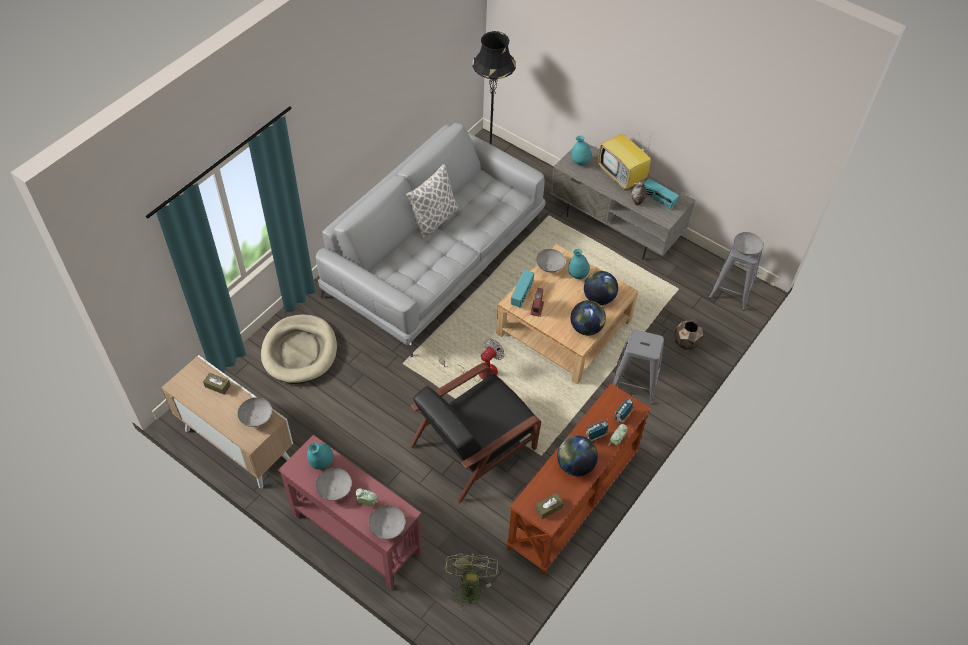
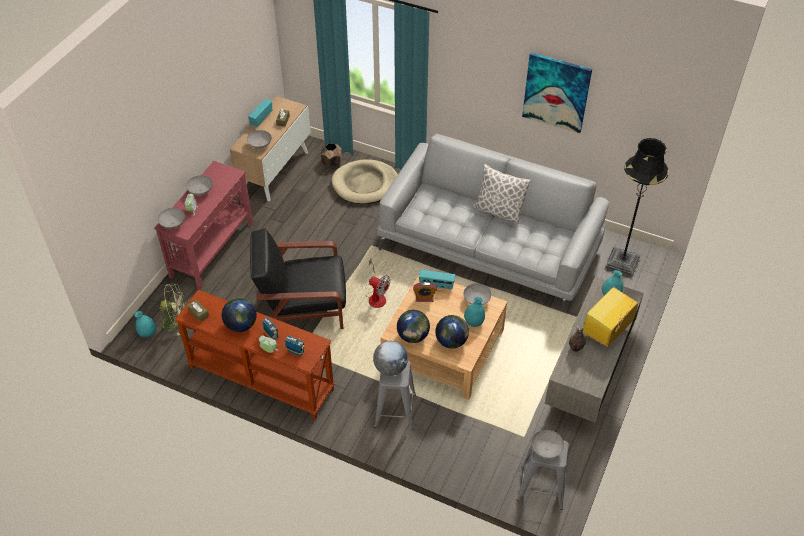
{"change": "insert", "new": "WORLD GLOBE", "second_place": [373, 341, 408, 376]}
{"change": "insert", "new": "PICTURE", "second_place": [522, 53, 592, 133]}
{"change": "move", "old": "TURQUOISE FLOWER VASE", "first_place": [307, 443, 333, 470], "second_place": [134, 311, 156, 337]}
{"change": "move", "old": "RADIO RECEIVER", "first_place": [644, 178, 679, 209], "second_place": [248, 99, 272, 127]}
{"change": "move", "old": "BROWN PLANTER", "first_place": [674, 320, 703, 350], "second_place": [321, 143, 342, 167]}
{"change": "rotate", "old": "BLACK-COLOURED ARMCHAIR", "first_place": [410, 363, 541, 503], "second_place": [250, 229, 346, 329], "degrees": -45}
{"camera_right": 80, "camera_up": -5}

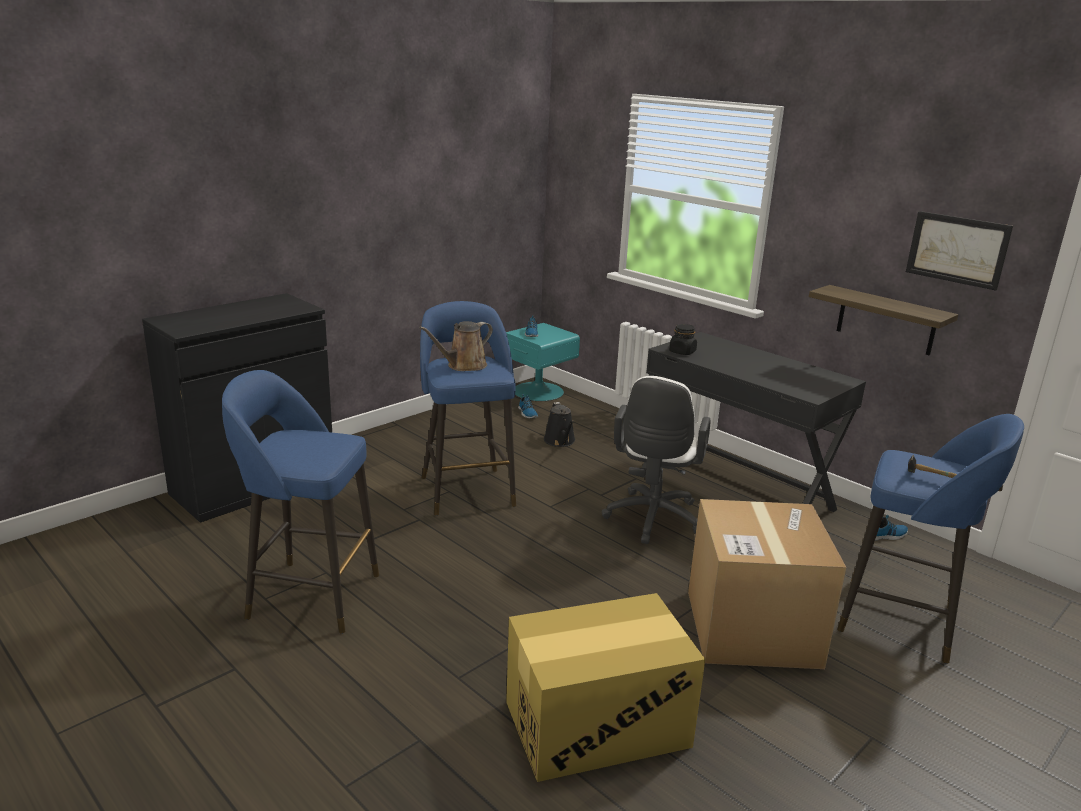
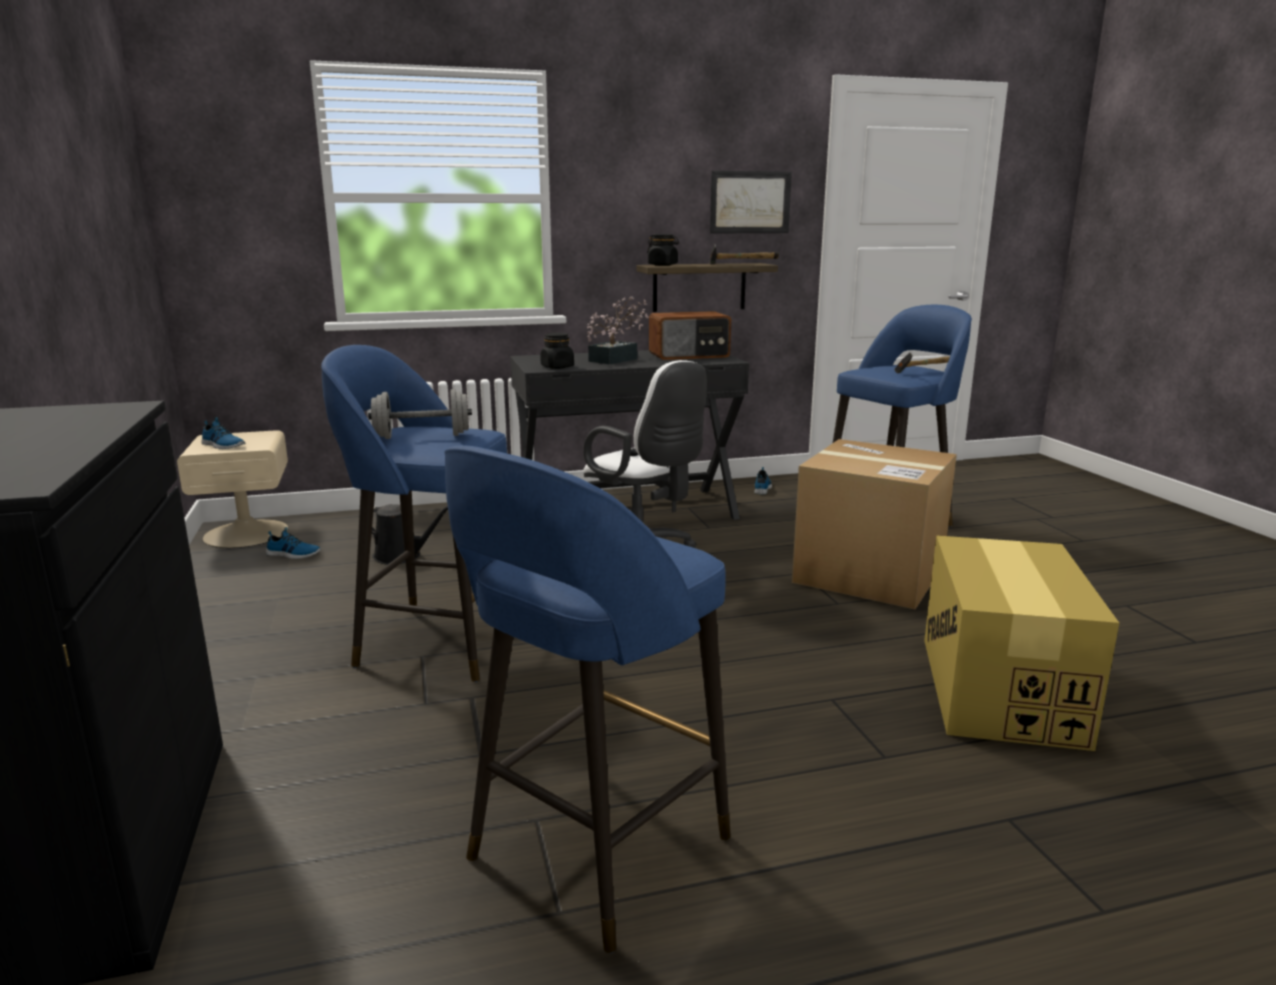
{"change": "insert", "new": "POTTED PLANT", "second_place": [587, 296, 649, 364]}
{"change": "insert", "new": "BLACK-COLOURED PRESERVE JAR", "second_place": [647, 234, 679, 266]}
{"change": "insert", "new": "RADIO RECEIVER", "second_place": [649, 311, 731, 360]}
{"change": "insert", "new": "HAND HAMMER", "second_place": [710, 244, 779, 264]}
{"change": "replace", "old": "BROWN WATERING CAN", "new": "GREY HAND WEIGHT", "first_place": [419, 321, 493, 371], "second_place": [368, 389, 472, 439]}
{"change": "recolor", "old": "TURQUOISE NIGHTSTAND", "new": "BEIGE NIGHTSTAND", "first_place": [506, 323, 580, 401], "second_place": [177, 430, 289, 548]}
{"camera_right": -60, "camera_up": -5}

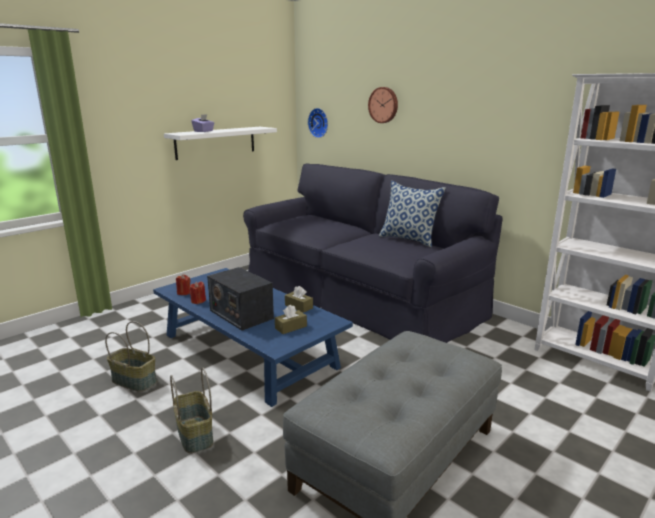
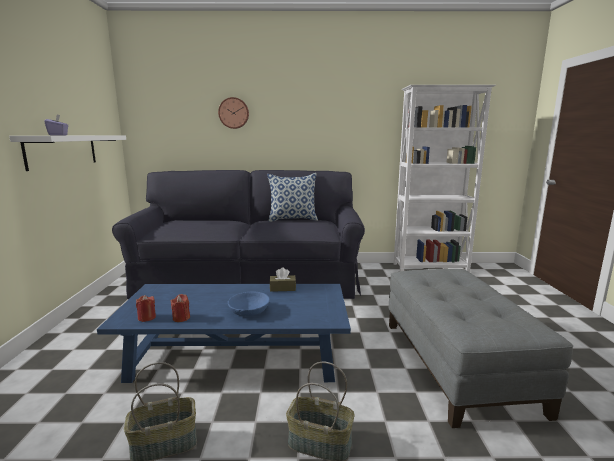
{"change": "delete", "old": "BROWN TISSUE BOX", "first_place": [275, 305, 307, 334]}
{"change": "delete", "old": "WALL CLOCK", "first_place": [308, 108, 328, 138]}
{"change": "replace", "old": "RADIO RECEIVER", "new": "BLUE DEEP DISH", "first_place": [207, 267, 274, 330], "second_place": [228, 292, 270, 316]}
{"camera_right": -45, "camera_up": -5}

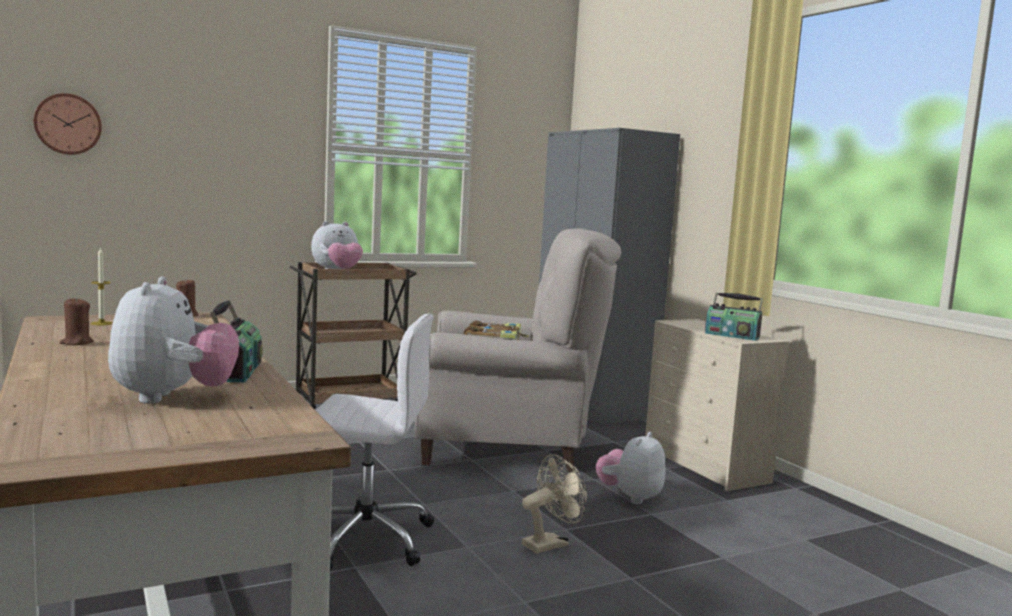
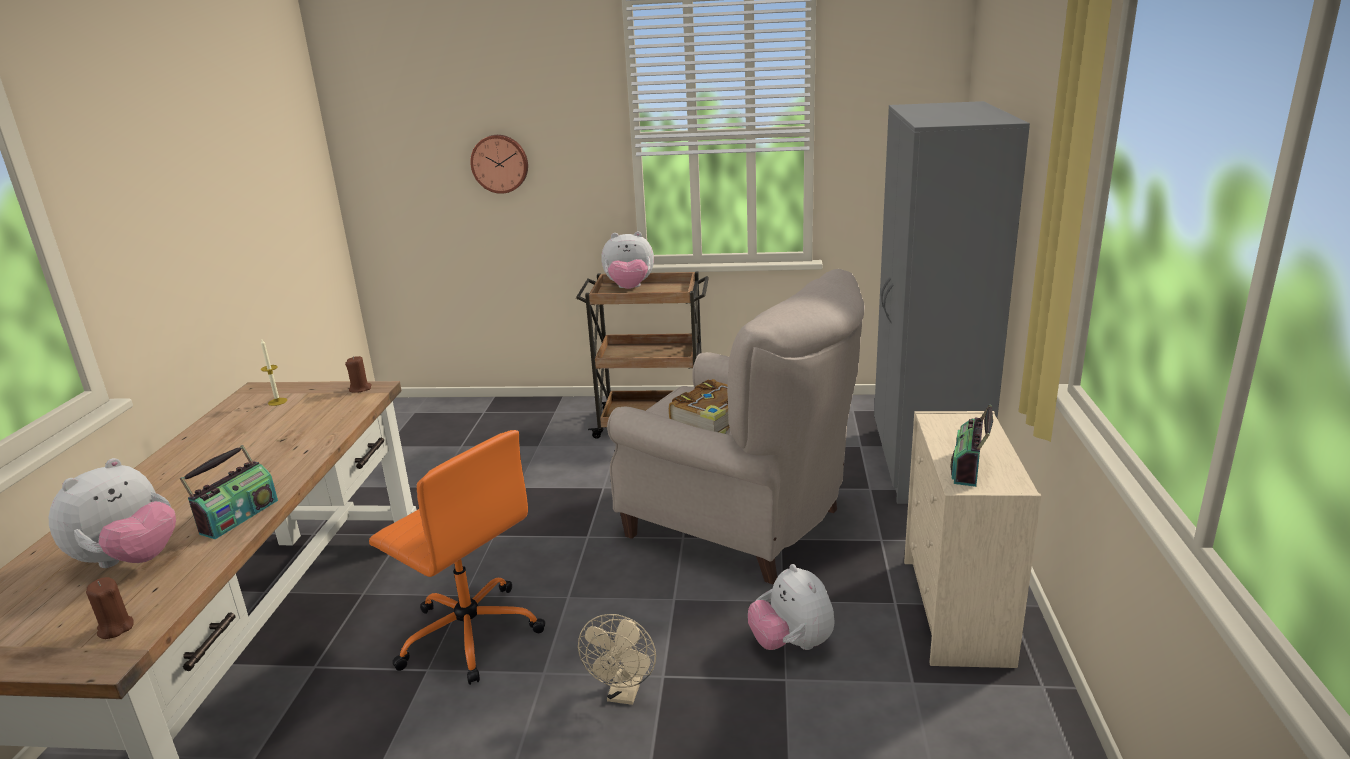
{"change": "move", "old": "WALL CLOCK", "first_place": [34, 93, 102, 155], "second_place": [470, 135, 528, 194]}
{"change": "move", "old": "BROWN CANDLE", "first_place": [59, 297, 94, 345], "second_place": [86, 577, 134, 639]}
{"change": "recolor", "old": "WHITE DESK CHAIR", "new": "ORANGEY DESK CHAIR", "first_place": [316, 313, 434, 571], "second_place": [369, 430, 546, 685]}
{"change": "rotate", "old": "BEIGE ELECTRIC FAN", "first_place": [522, 454, 587, 554], "second_place": [578, 614, 656, 705], "degrees": 105}
{"change": "rotate", "old": "PLUSH TOY", "first_place": [596, 432, 665, 504], "second_place": [748, 564, 835, 650], "degrees": -90}
{"change": "rotate", "old": "RADIO RECEIVER", "first_place": [705, 292, 763, 341], "second_place": [950, 404, 993, 487], "degrees": 45}
{"camera_right": 35, "camera_up": 15}

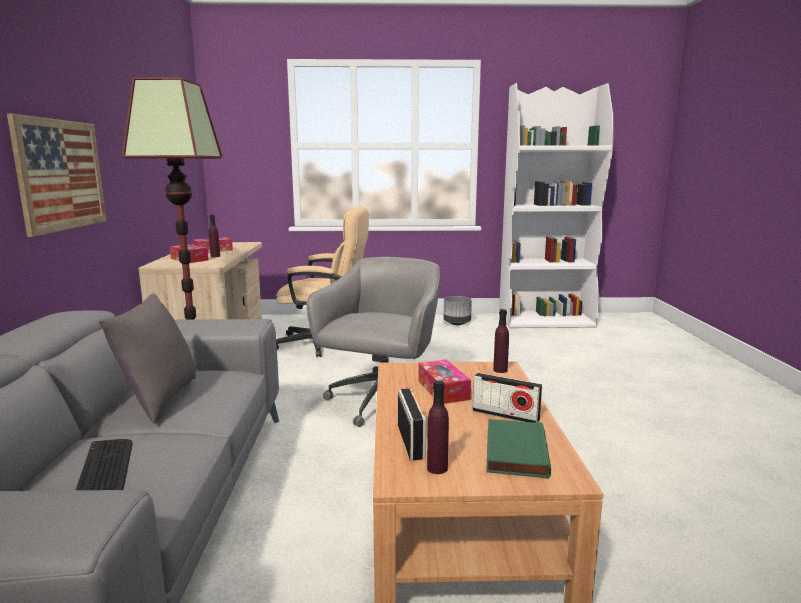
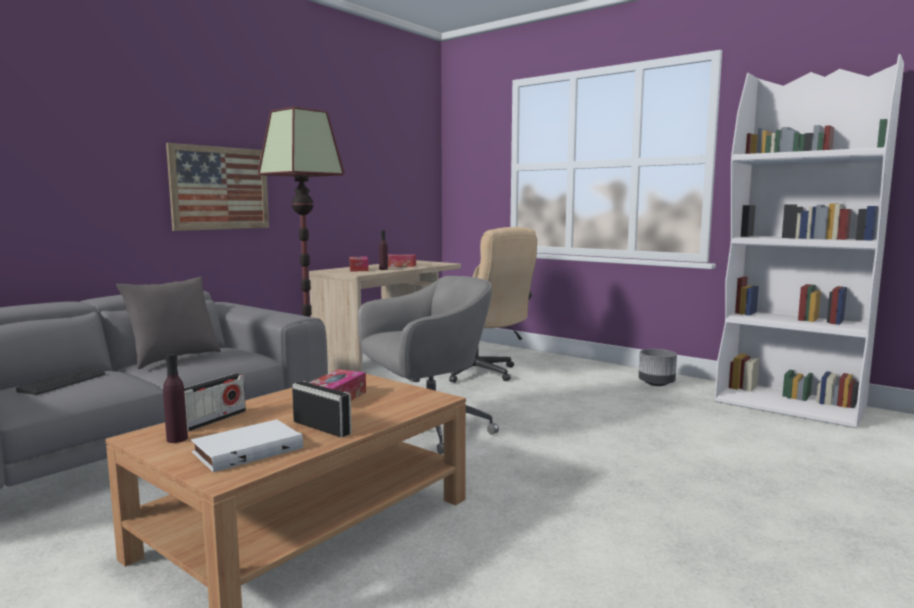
{"change": "delete", "old": "PURPLE DRINK BOTTLE", "first_place": [493, 309, 509, 373]}
{"change": "recolor", "old": "GREENISH BOOK", "new": "WHITE BOOK", "first_place": [486, 419, 551, 479], "second_place": [191, 419, 303, 472]}
{"change": "rotate", "old": "RADIO RECEIVER", "first_place": [472, 373, 542, 423], "second_place": [292, 381, 352, 437], "degrees": 150}
{"camera_right": 40, "camera_up": -5}

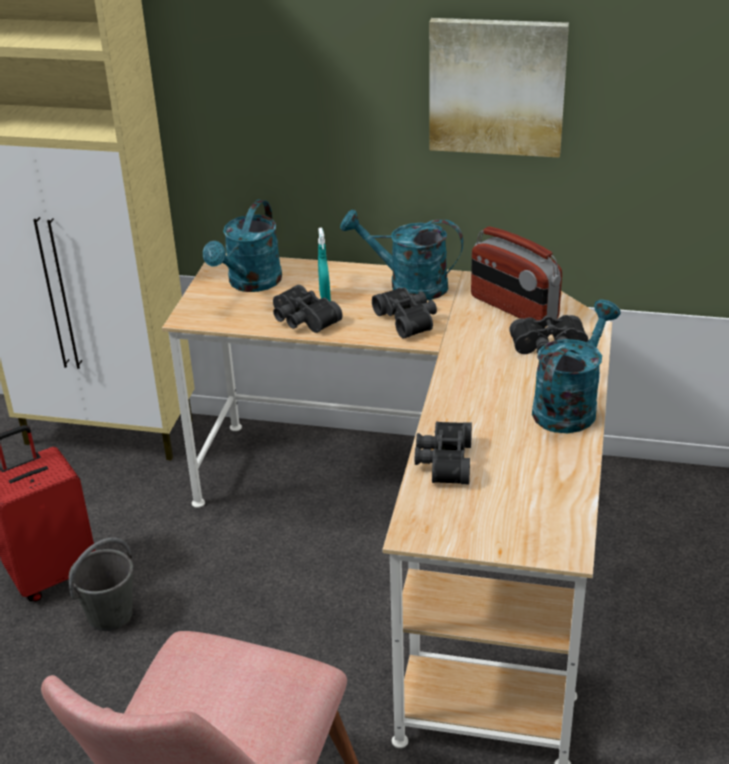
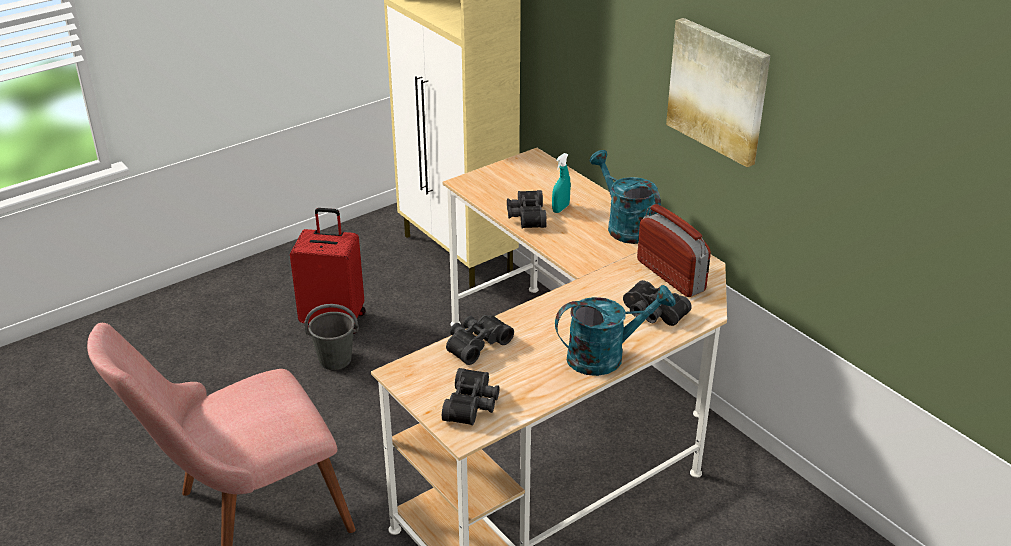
{"change": "delete", "old": "TURQUOISE WATERING CAN", "first_place": [203, 199, 282, 292]}
{"change": "move", "old": "BLACK-COLOURED BINOCULARS", "first_place": [372, 288, 437, 339], "second_place": [442, 368, 499, 425]}
{"change": "rotate", "old": "RADIO RECEIVER", "first_place": [471, 226, 562, 321], "second_place": [637, 204, 711, 297], "degrees": 150}
{"camera_right": 40, "camera_up": 0}

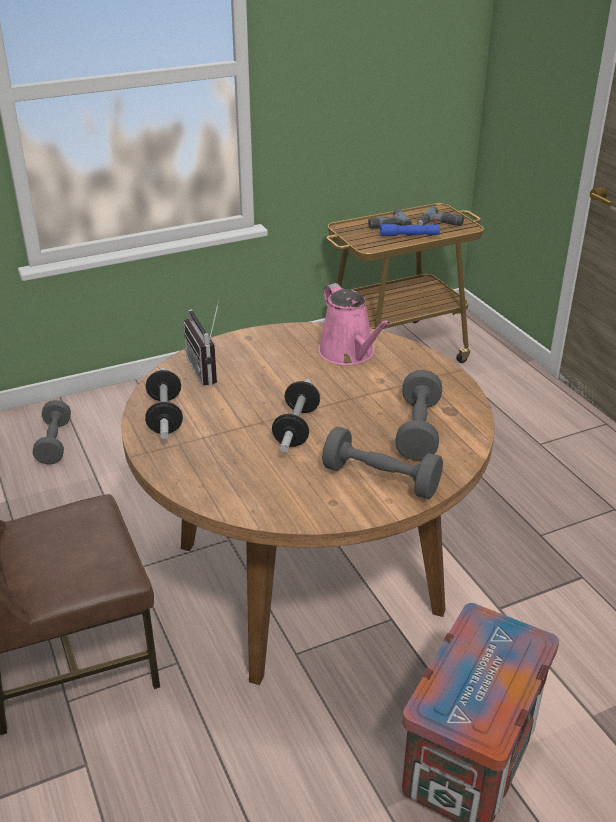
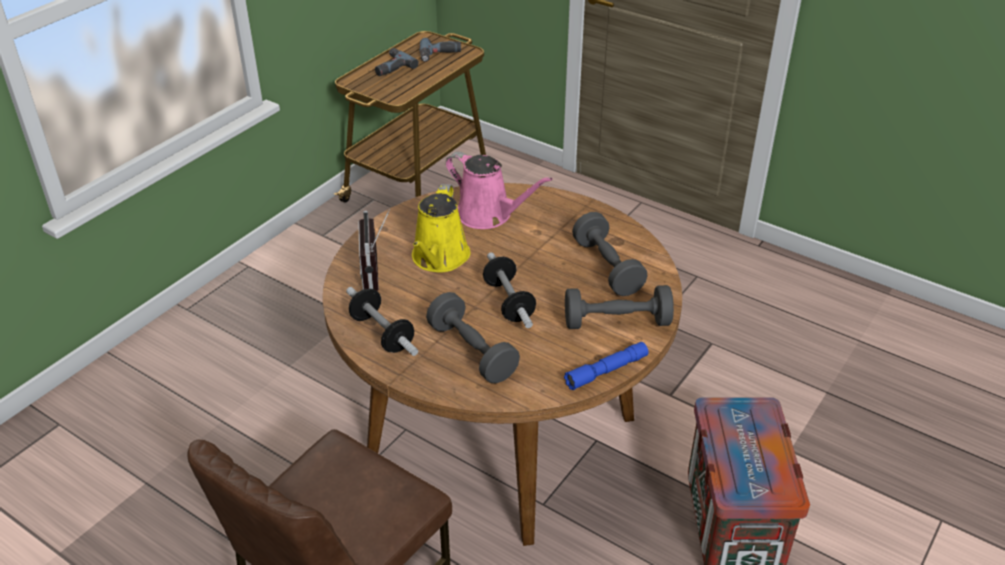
{"change": "insert", "new": "YELLOW WATERING CAN", "second_place": [412, 184, 470, 272]}
{"change": "move", "old": "GREY HAND WEIGHT", "first_place": [33, 400, 71, 465], "second_place": [426, 292, 520, 383]}
{"change": "move", "old": "BLUE HAND TORCH", "first_place": [380, 224, 440, 236], "second_place": [564, 342, 648, 390]}
{"change": "rotate", "old": "RADIO RECEIVER", "first_place": [183, 301, 219, 386], "second_place": [358, 209, 390, 291], "degrees": 45}
{"camera_right": -30, "camera_up": 5}

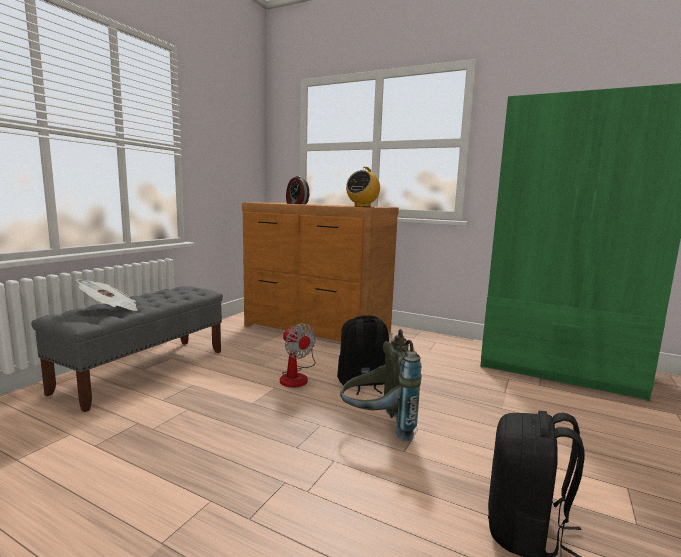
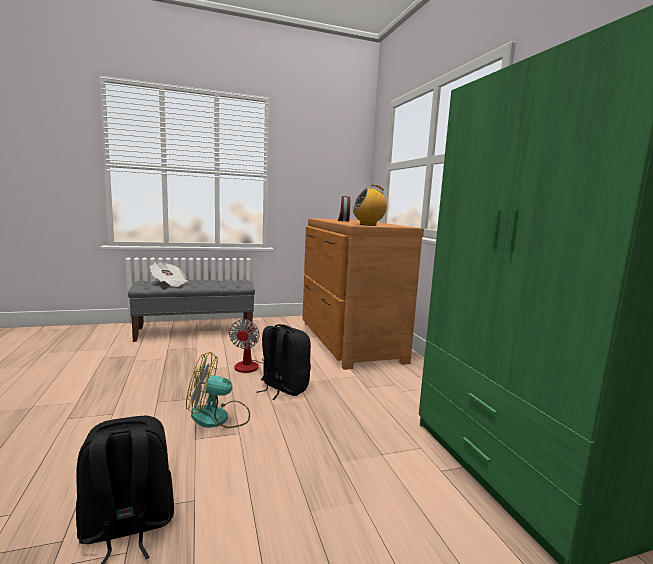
{"change": "replace", "old": "GREY KNAPSACK", "new": "ELECTRIC FAN", "first_place": [340, 329, 422, 441], "second_place": [186, 352, 250, 428]}
{"camera_right": 45, "camera_up": 0}

